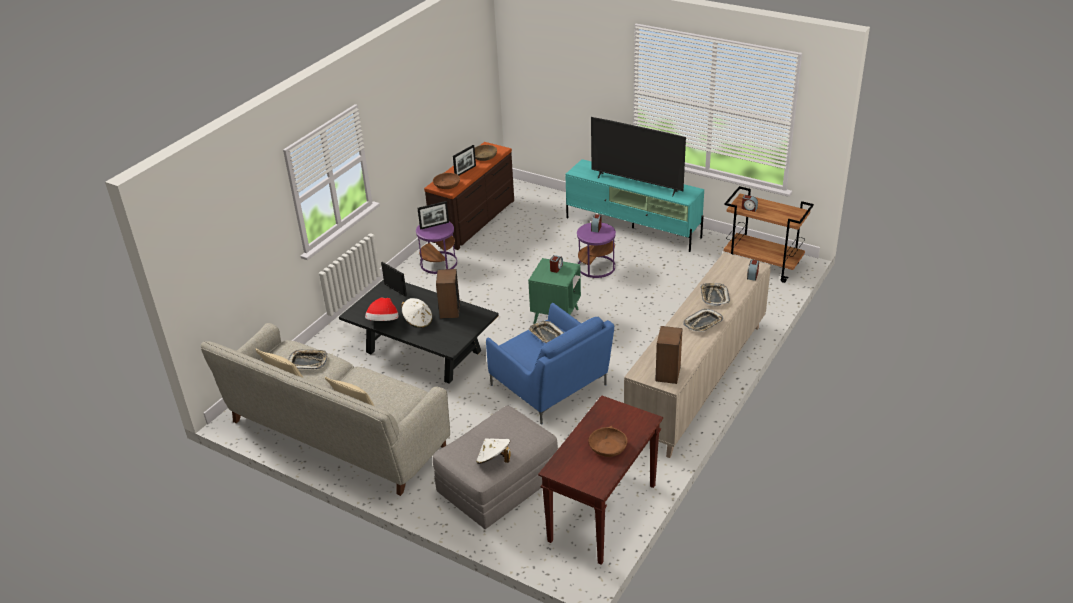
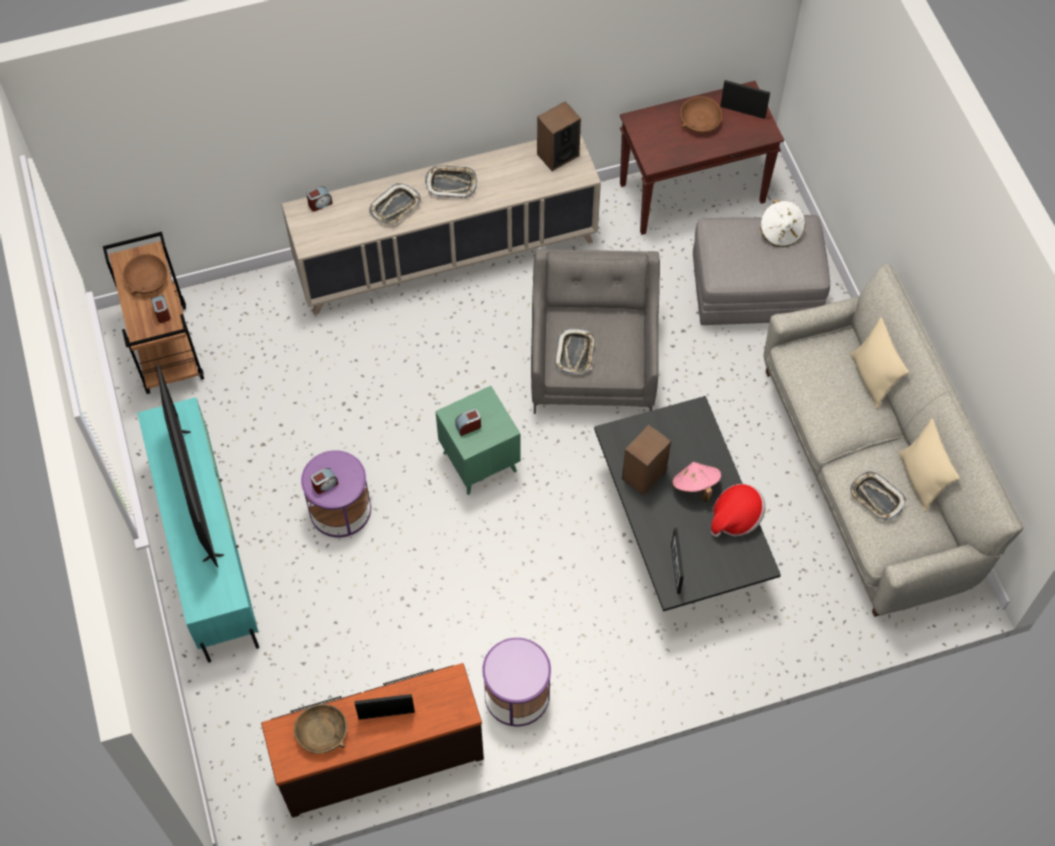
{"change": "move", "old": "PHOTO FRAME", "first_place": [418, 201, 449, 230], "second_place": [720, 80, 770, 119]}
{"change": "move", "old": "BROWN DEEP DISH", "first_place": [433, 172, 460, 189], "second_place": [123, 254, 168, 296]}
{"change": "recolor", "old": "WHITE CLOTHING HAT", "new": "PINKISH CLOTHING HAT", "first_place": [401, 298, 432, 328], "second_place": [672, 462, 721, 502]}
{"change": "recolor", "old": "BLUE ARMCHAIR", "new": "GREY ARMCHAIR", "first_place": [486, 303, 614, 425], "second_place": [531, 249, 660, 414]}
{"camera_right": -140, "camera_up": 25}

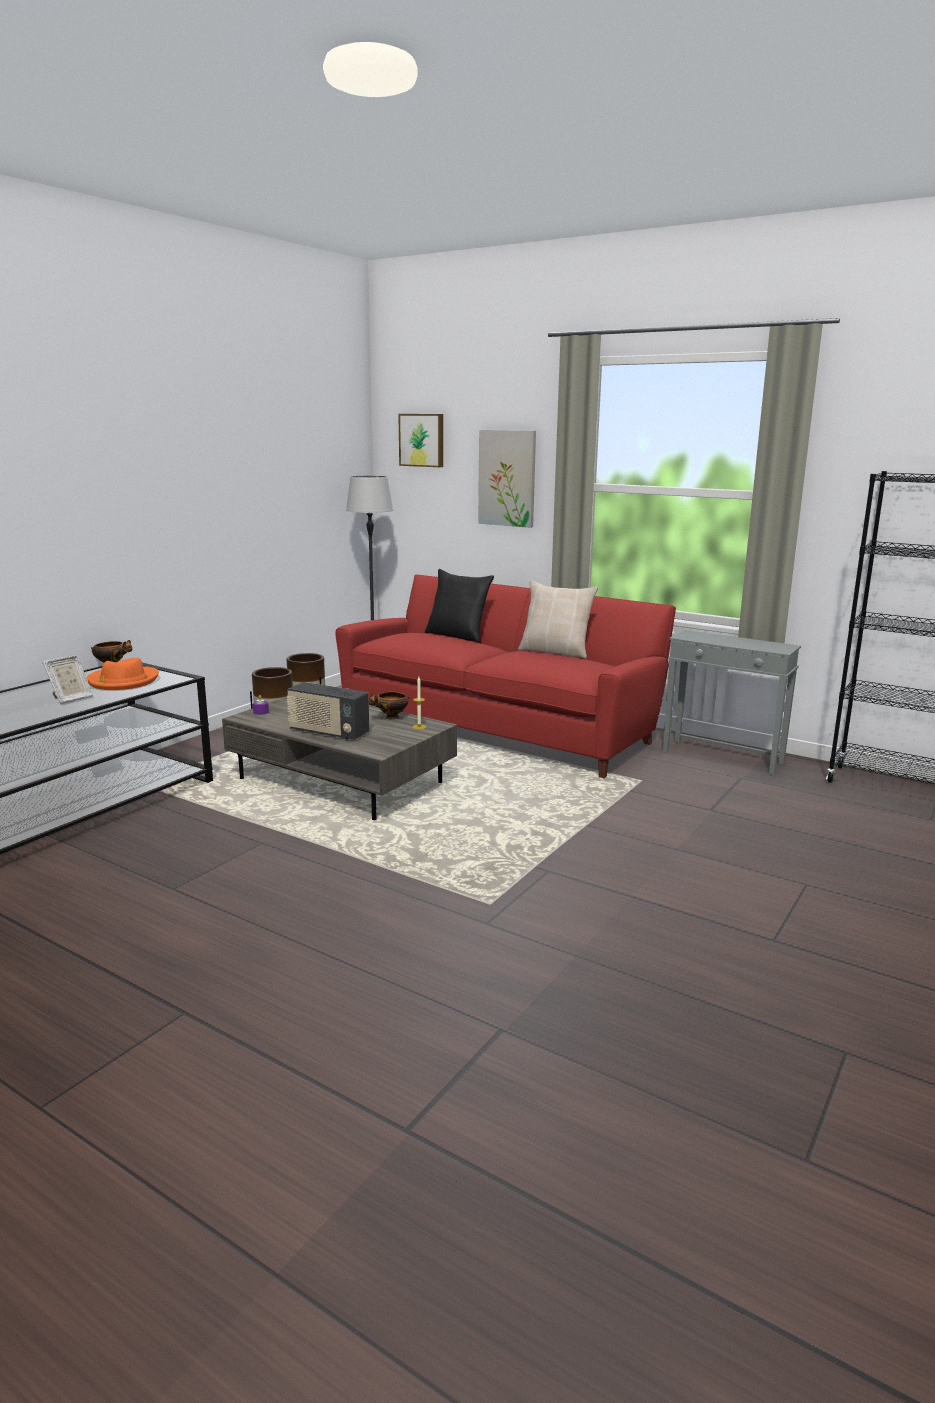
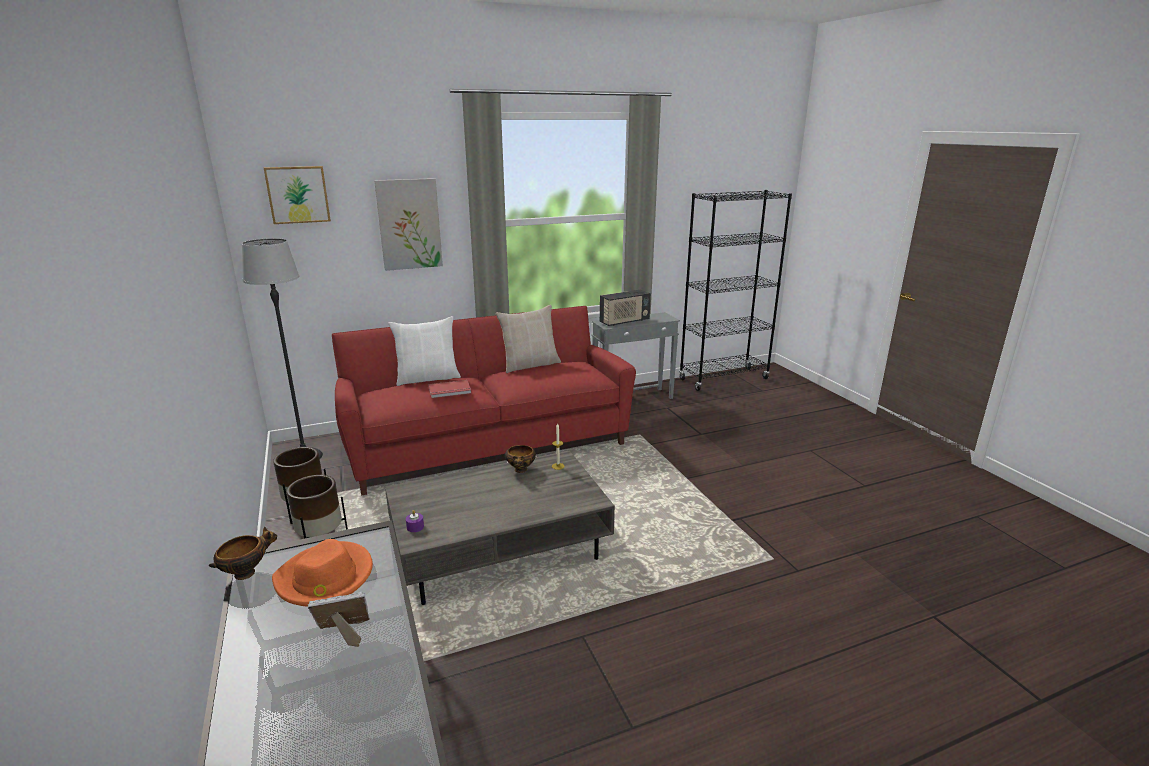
{"change": "insert", "new": "RED BOOK", "second_place": [428, 380, 472, 398]}
{"change": "move", "old": "RADIO RECEIVER", "first_place": [287, 682, 370, 740], "second_place": [600, 290, 651, 326]}
{"change": "recolor", "old": "BLACK-COLOURED PILLOW", "new": "WHITE PILLOW", "first_place": [425, 569, 494, 642], "second_place": [389, 316, 461, 386]}
{"change": "rotate", "old": "PHOTO FRAME", "first_place": [42, 655, 93, 704], "second_place": [308, 592, 370, 647], "degrees": -90}
{"camera_right": -55, "camera_up": 5}

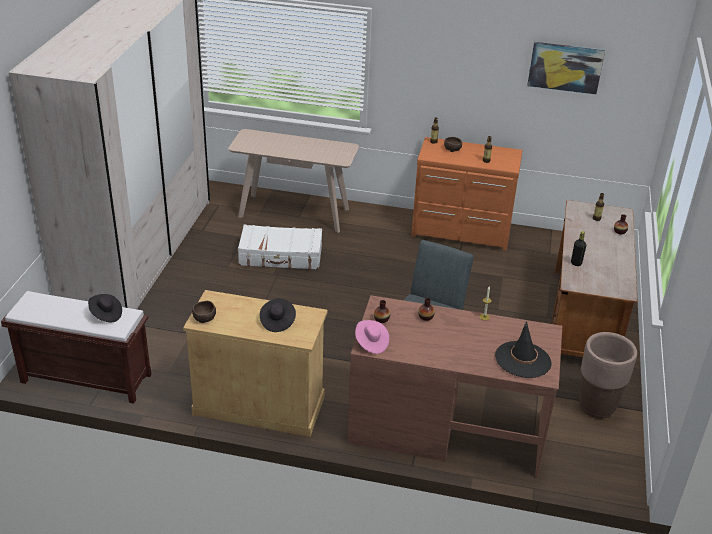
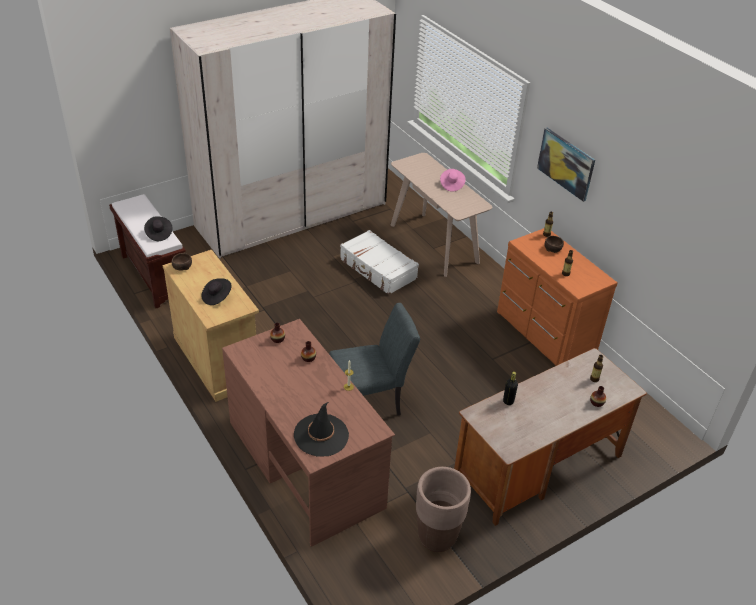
{"change": "move", "old": "PINKISH CLOTHING HAT", "first_place": [355, 320, 389, 354], "second_place": [440, 169, 466, 191]}
{"change": "move", "old": "PICTURE", "first_place": [527, 42, 605, 94], "second_place": [537, 128, 595, 202]}
{"camera_right": 45, "camera_up": 5}

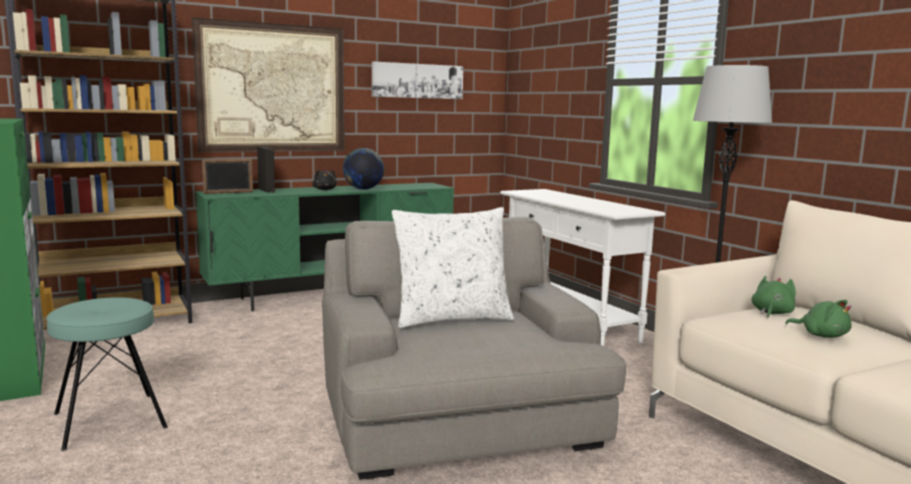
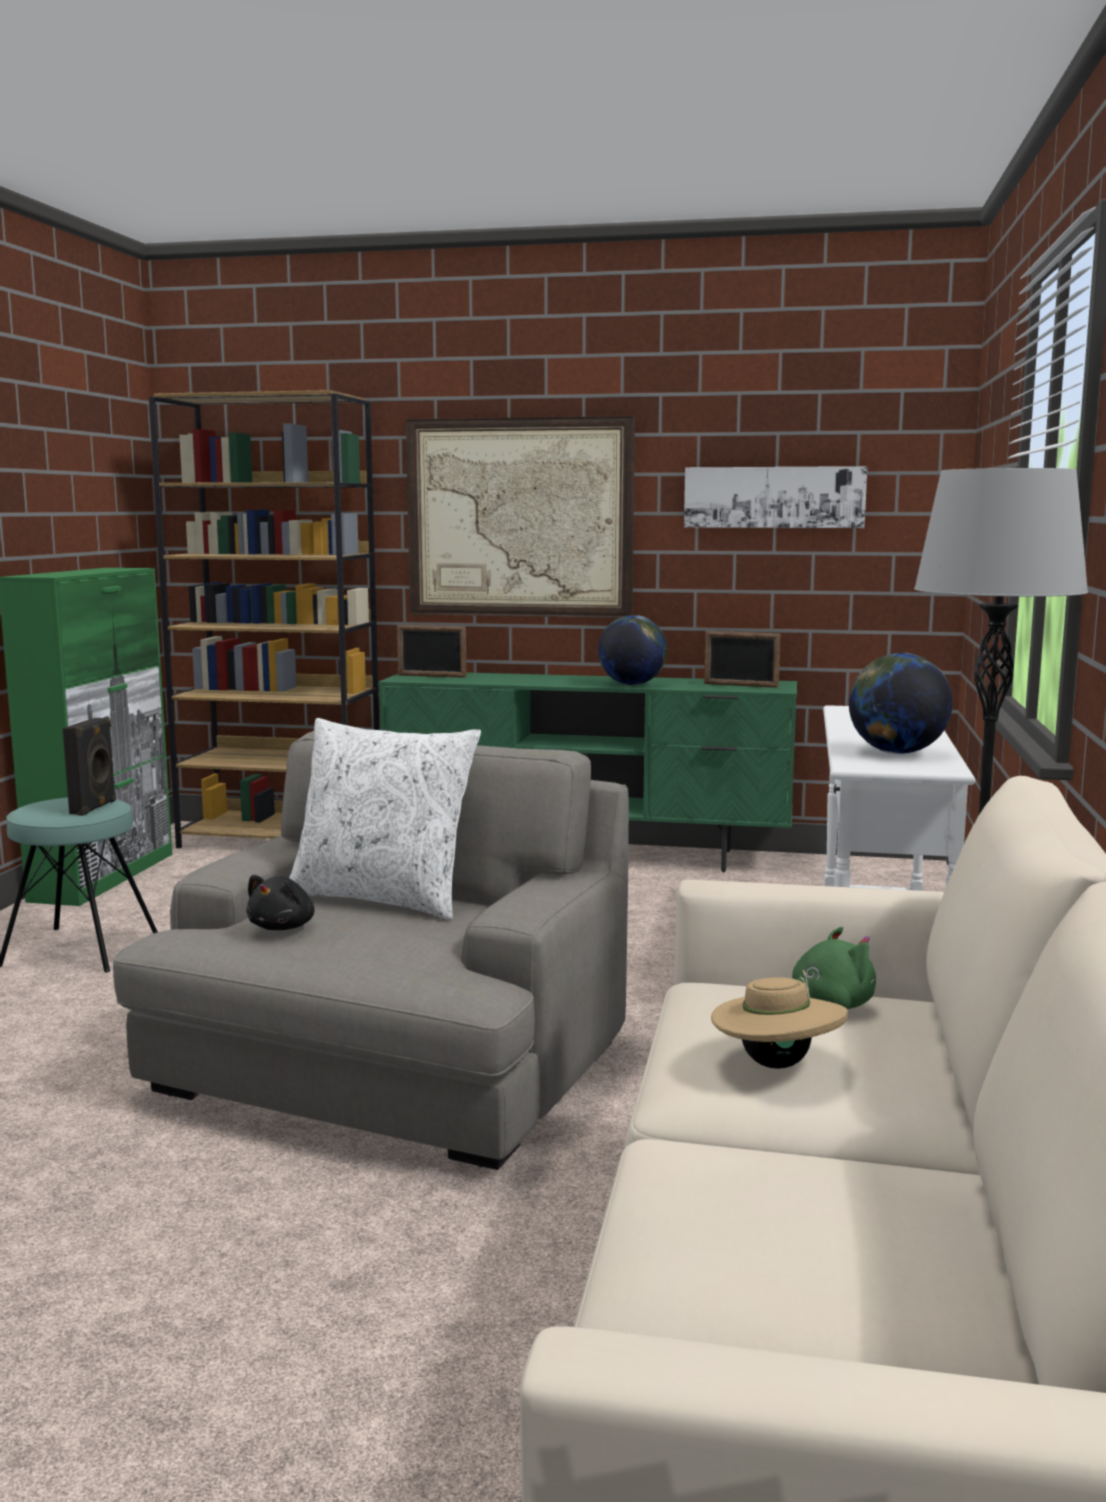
{"change": "insert", "new": "PHOTO FRAME", "second_place": [704, 631, 780, 688]}
{"change": "insert", "new": "WORLD GLOBE", "second_place": [849, 653, 953, 754]}
{"change": "move", "old": "BLACK-COLOURED AUDIO SPEAKER", "first_place": [257, 146, 276, 193], "second_place": [63, 717, 116, 816]}
{"change": "move", "old": "BLACK-COLOURED PLUSH TOY", "first_place": [313, 170, 337, 190], "second_place": [246, 875, 315, 930]}
{"change": "replace", "old": "GREENISH PLUSH TOY", "new": "BEIGE CLOTHING HAT", "first_place": [785, 300, 852, 338], "second_place": [711, 970, 848, 1069]}
{"camera_right": 40, "camera_up": 0}

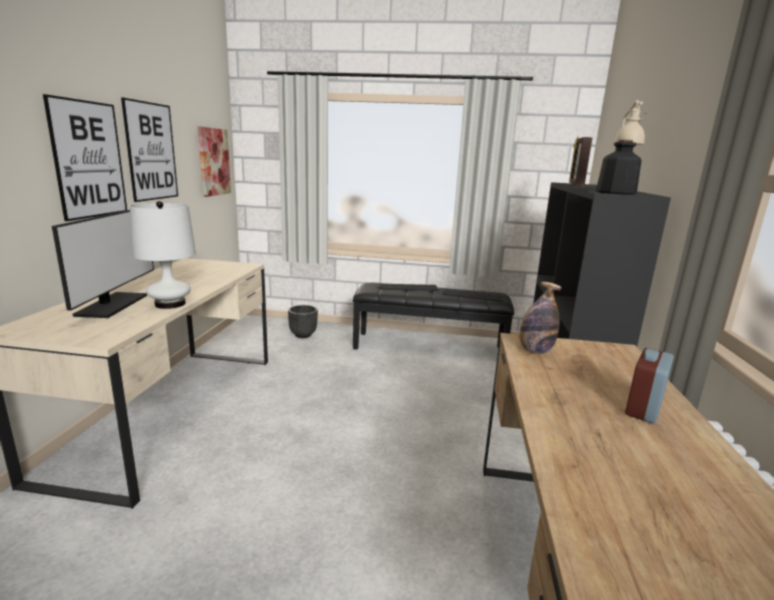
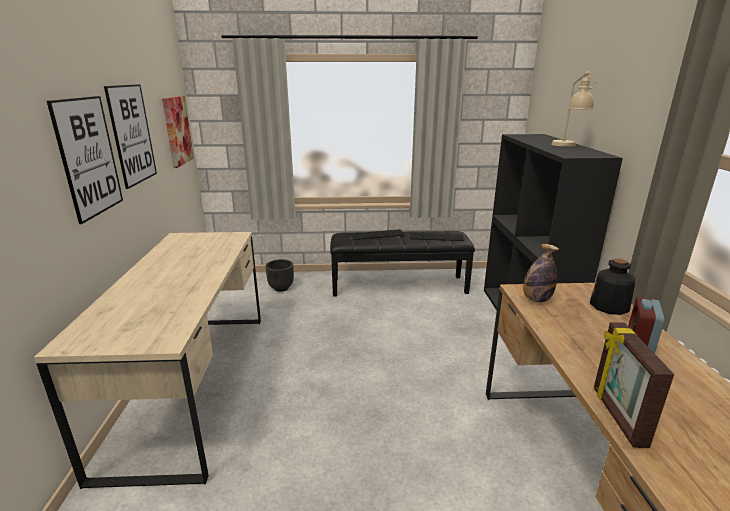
{"change": "delete", "old": "COMPUTER DISPLAY", "first_place": [52, 210, 154, 318]}
{"change": "delete", "old": "WHITE TABLE LAMP", "first_place": [130, 201, 196, 309]}
{"change": "move", "old": "PHOTO FRAME", "first_place": [569, 137, 593, 185], "second_place": [594, 322, 674, 448]}
{"change": "move", "old": "DRINK BOTTLE", "first_place": [596, 140, 642, 195], "second_place": [590, 258, 635, 315]}
{"camera_right": -10, "camera_up": 5}

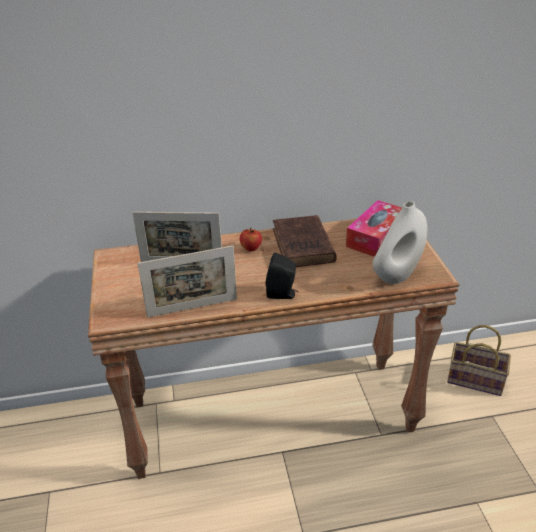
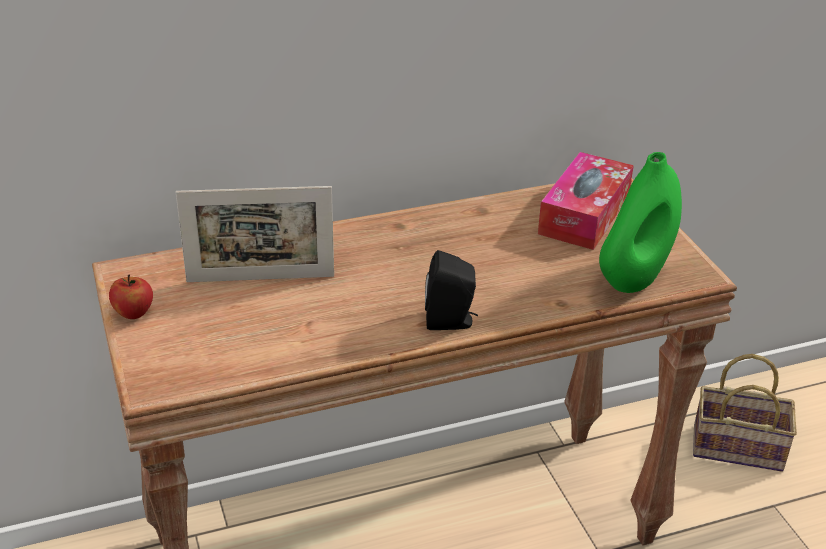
{"change": "delete", "old": "PHOTO FRAME", "first_place": [138, 246, 237, 318]}
{"change": "delete", "old": "BROWN BOOK", "first_place": [273, 215, 337, 267]}
{"change": "move", "old": "APPLE FRUIT", "first_place": [240, 227, 262, 251], "second_place": [109, 275, 153, 319]}
{"change": "recolor", "old": "WHITE FLOWER VASE", "new": "GREENISH FLOWER VASE", "first_place": [372, 201, 427, 284], "second_place": [599, 152, 682, 293]}
{"camera_right": -10, "camera_up": 0}

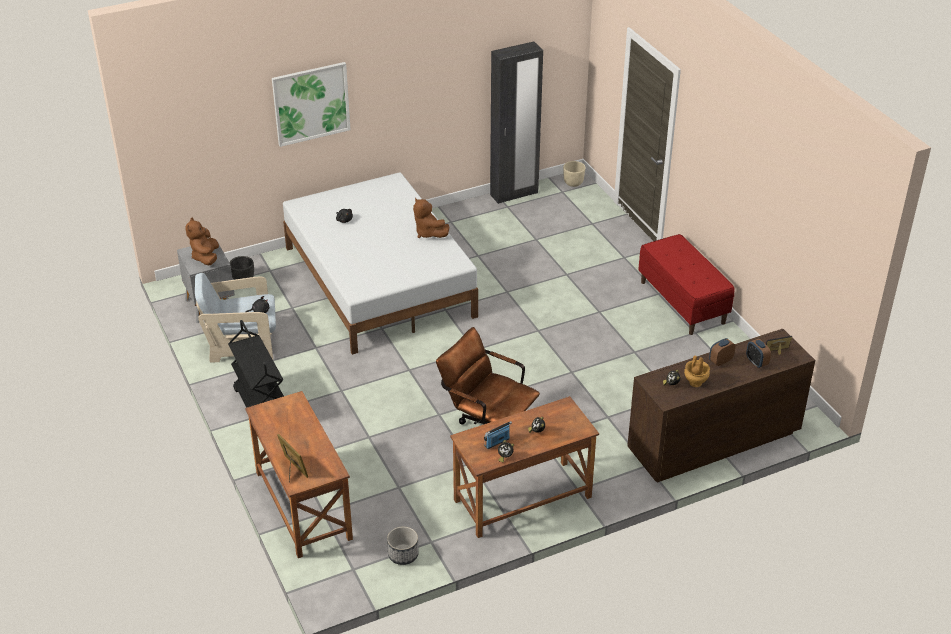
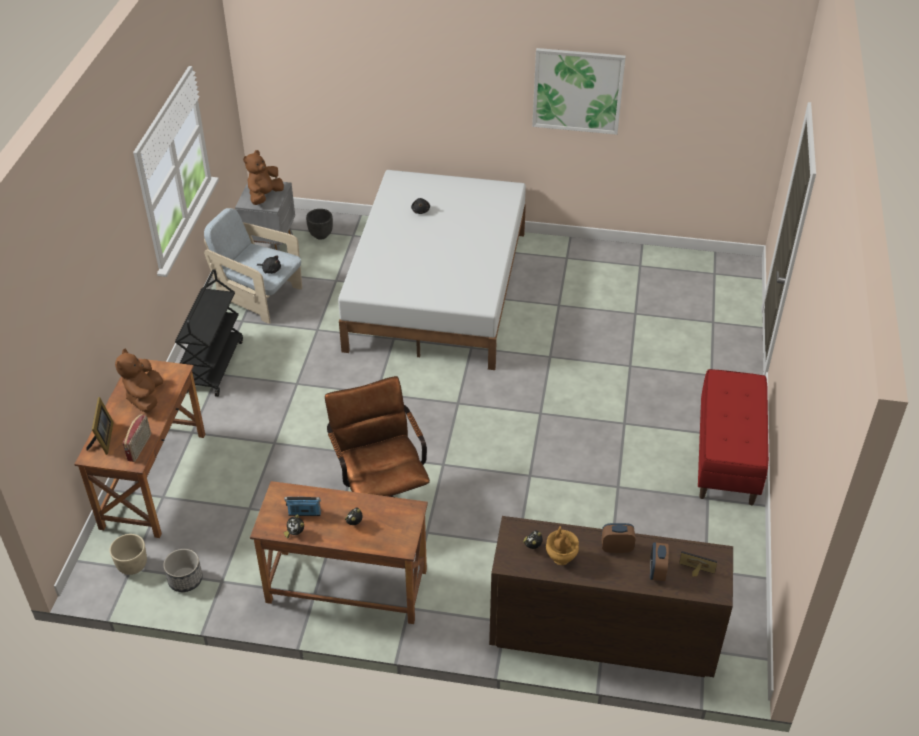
{"change": "delete", "old": "BLACK-COLOURED CLOTHES CUPBOARD", "first_place": [490, 41, 543, 204]}
{"change": "insert", "new": "RADIO RECEIVER", "second_place": [123, 414, 151, 462]}
{"change": "move", "old": "PICTURE", "first_place": [272, 62, 351, 147], "second_place": [532, 48, 626, 135]}
{"change": "move", "old": "BROWN PLUSH TOY", "first_place": [413, 198, 449, 238], "second_place": [115, 349, 163, 413]}
{"change": "move", "old": "BEIGE PLANTER", "first_place": [563, 161, 586, 187], "second_place": [109, 534, 147, 575]}
{"camera_right": 35, "camera_up": 5}

